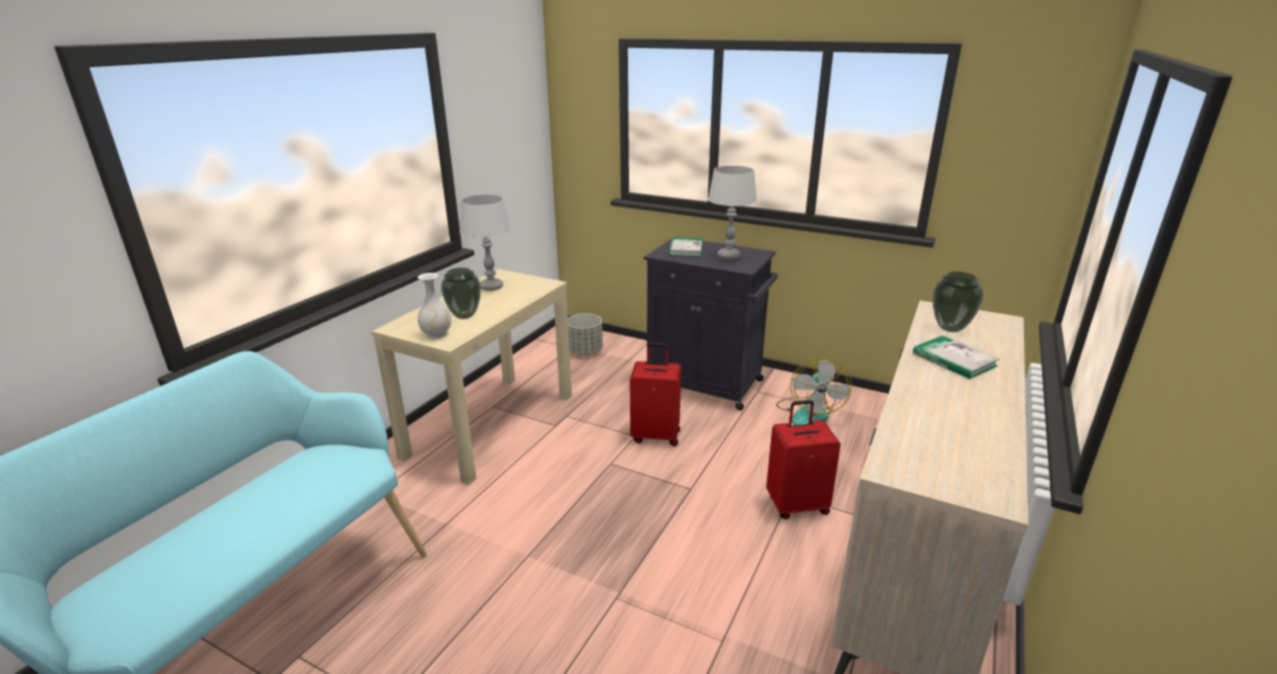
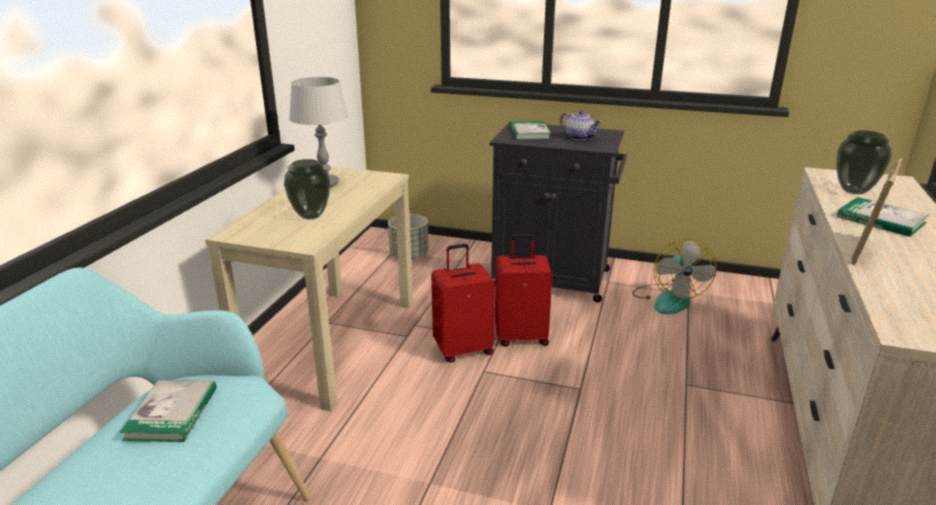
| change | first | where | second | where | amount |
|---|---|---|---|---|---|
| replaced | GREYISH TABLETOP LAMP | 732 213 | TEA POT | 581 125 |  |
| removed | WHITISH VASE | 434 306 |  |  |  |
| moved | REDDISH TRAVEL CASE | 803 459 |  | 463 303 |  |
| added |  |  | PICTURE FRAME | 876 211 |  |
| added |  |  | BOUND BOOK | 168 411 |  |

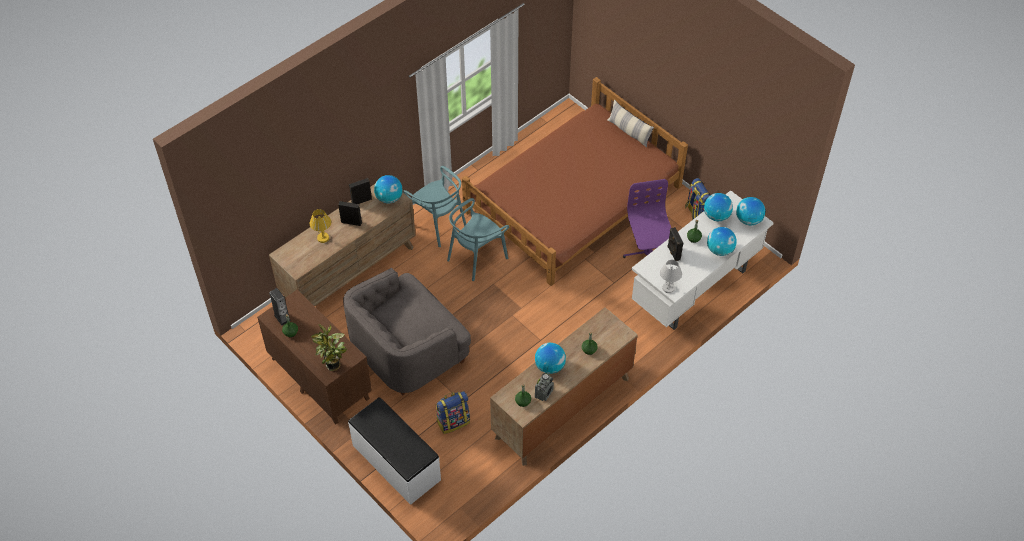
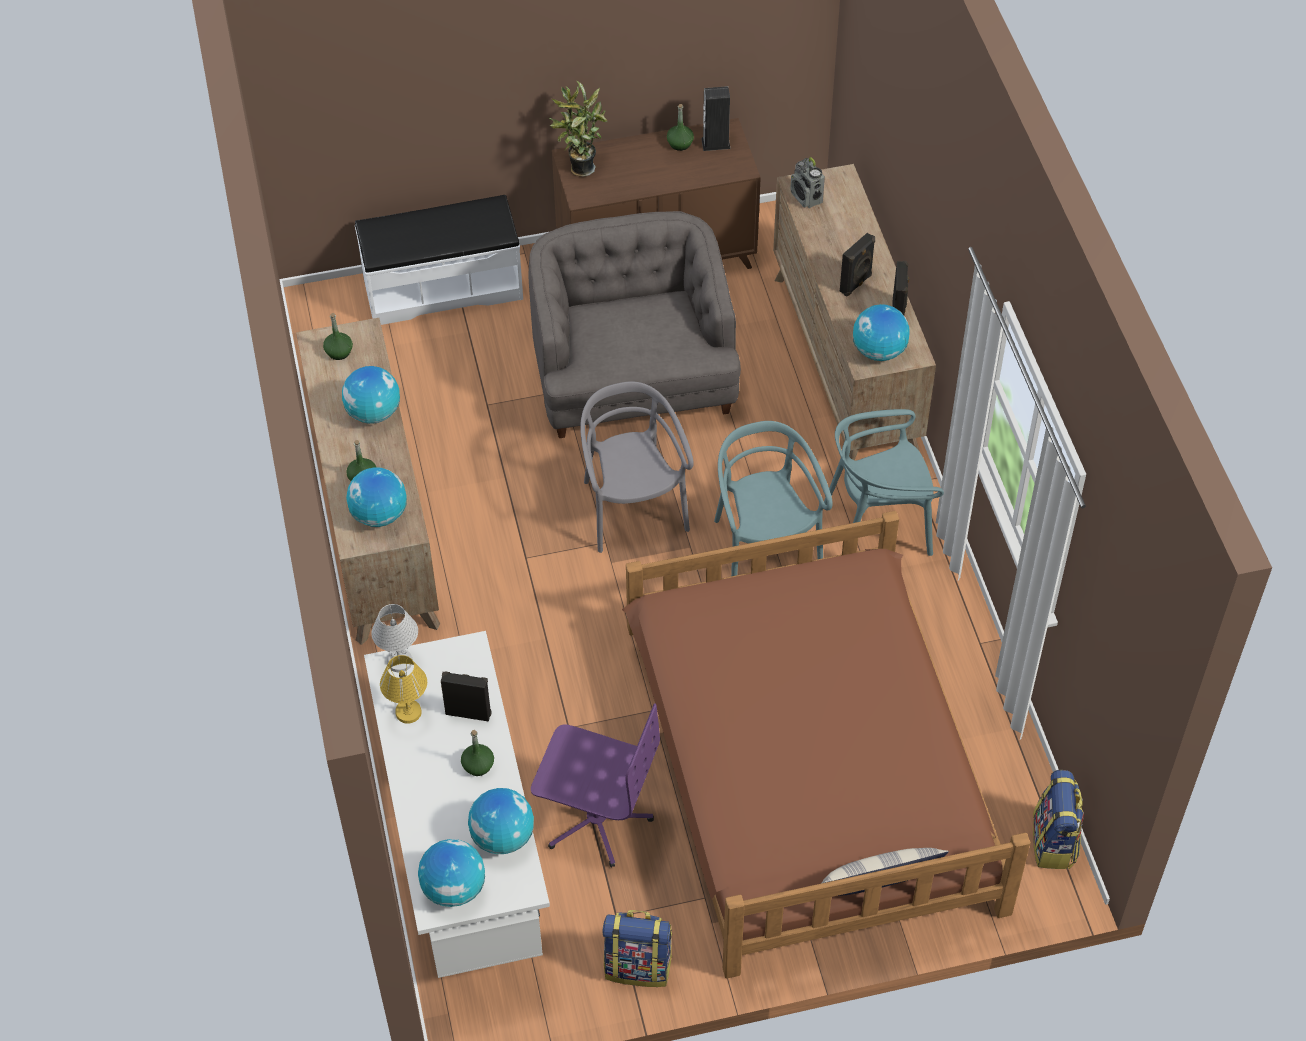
| change | first | where | second | where | amount |
|---|---|---|---|---|---|
| moved | YELLOW-COLOURED TABLETOP LAMP | 320 226 |  | 403 689 |  |
| moved | GLOBE | 722 241 |  | 376 497 |  |
| moved | RADIO RECEIVER | 544 387 |  | 807 182 |  |
| moved | BACKPACK | 453 412 |  | 1058 819 |  |
| added |  |  | GREYISH UPRIGHT CHAIR | 637 467 |  |

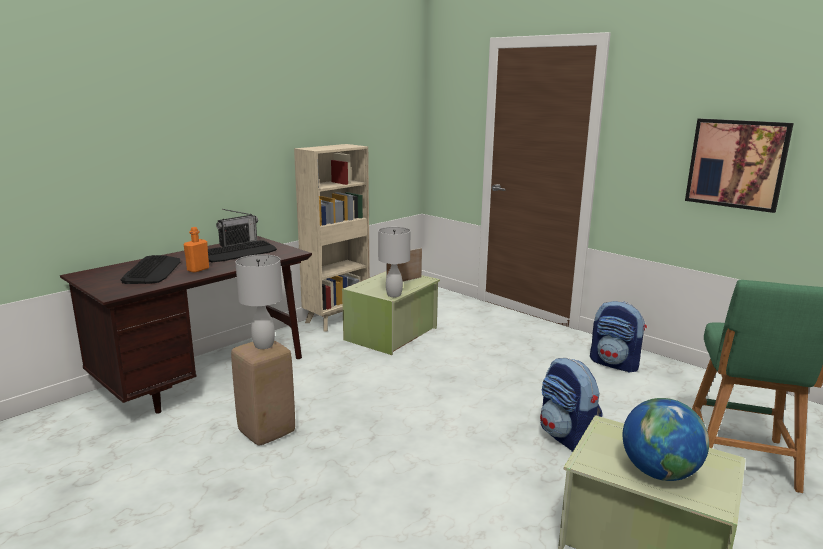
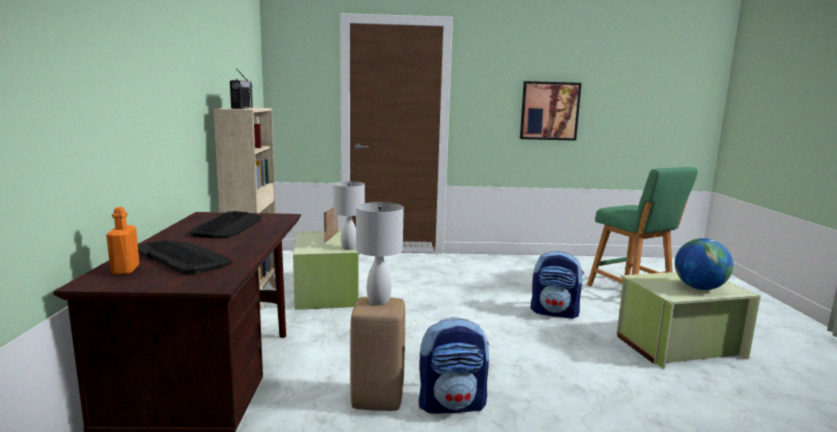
| change | first | where | second | where | amount |
|---|---|---|---|---|---|
| moved | RADIO RECEIVER | 237 228 |  | 241 88 |  |
| moved | ORANGE-COLOURED BEVERAGE BOTTLE | 196 250 |  | 122 241 |  |
| moved | BACKPACK | 618 337 |  | 454 365 |  |

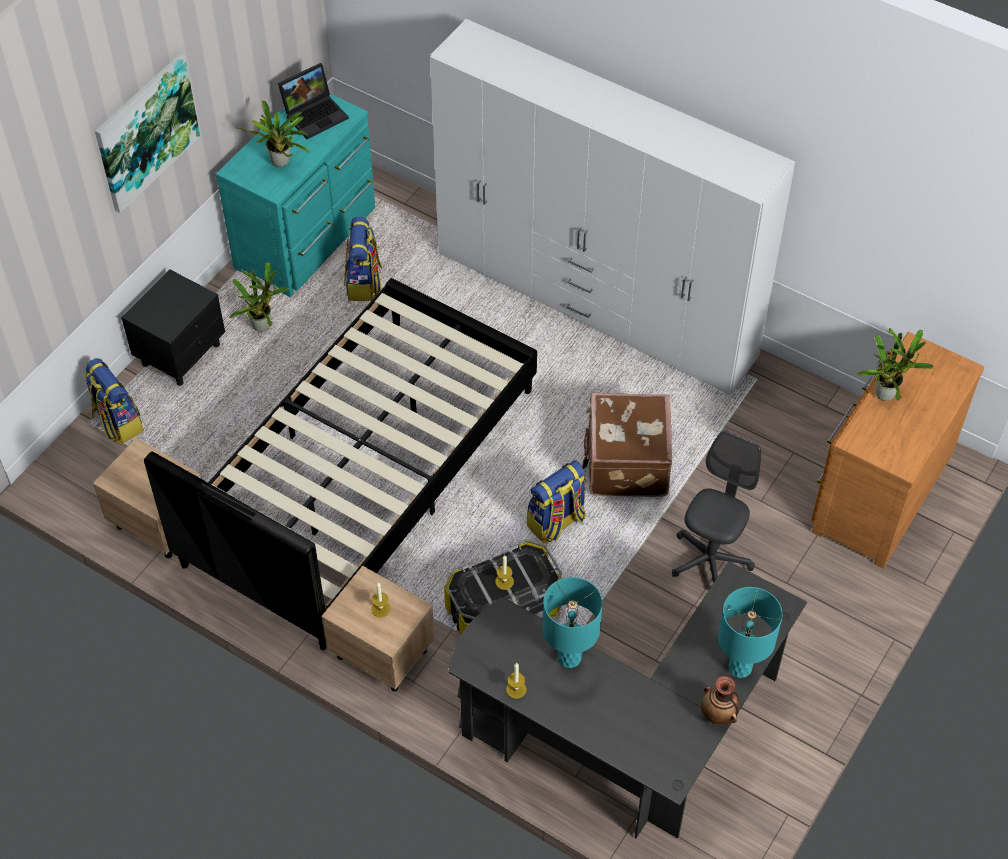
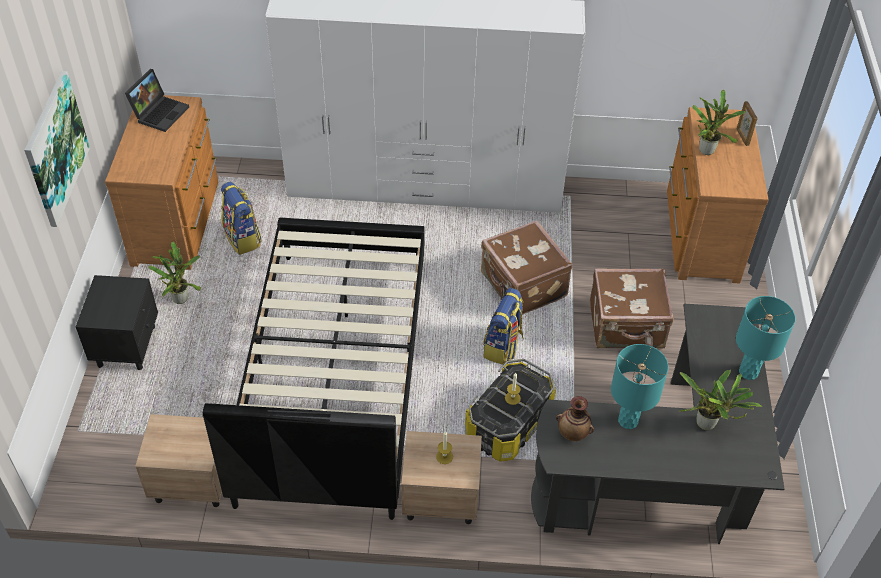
| change | first | where | second | where | amount |
|---|---|---|---|---|---|
| recoloured | TURQUOISE DRAWER CHEST | 295 195 | BROWN-COLOURED DRAWER CHEST | 161 182 |  |
| moved | PLANT IN A POT | 272 134 |  | 720 400 |  |
| removed | BACKPACK | 114 401 |  |  |  |
| replaced | GREYISH DESK CHAIR | 716 506 | BROWN-COLOURED TRAVEL CASE | 632 308 |  |
| removed | CANDLE | 516 681 |  |  |  |
| moved | VASE | 720 700 |  | 575 418 |  |
| added |  |  | PICTURE FRAME | 747 123 |  |

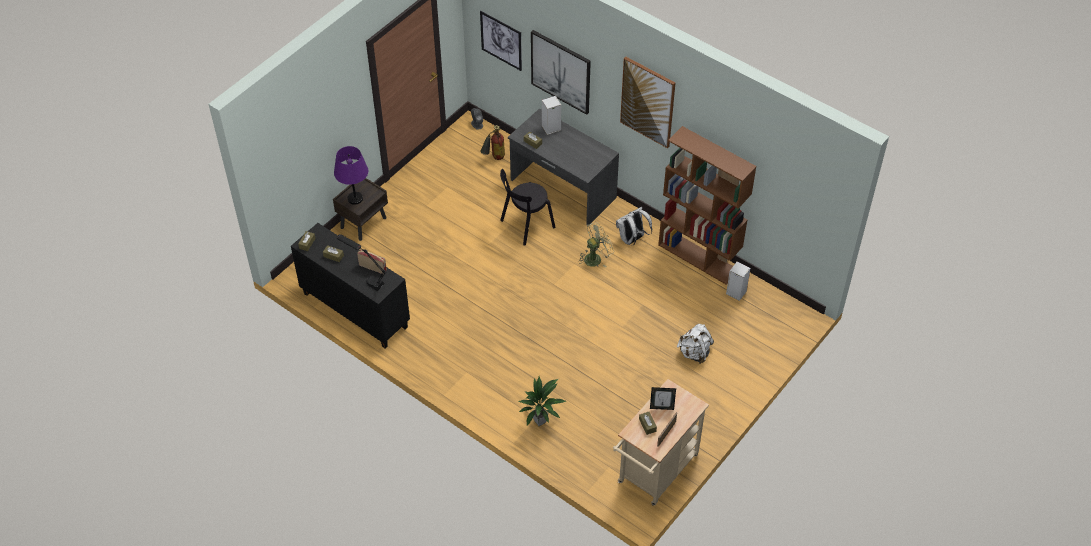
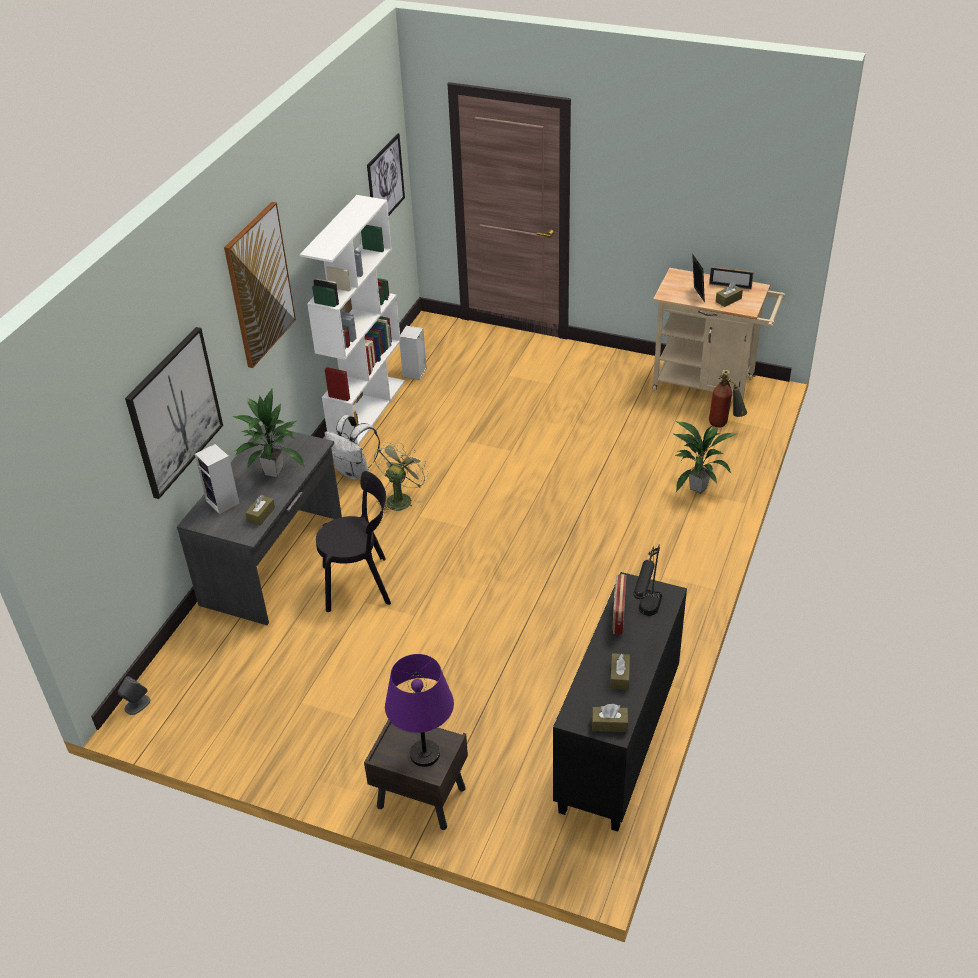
| change | first | where | second | where | amount |
|---|---|---|---|---|---|
| moved | WALL ART | 501 41 |  | 386 174 |  |
| moved | EXTINGUISHER | 492 142 |  | 728 399 |  |
| recoloured | BROWN-COLOURED BOOKSHELF | 707 205 | WHITISH BOOKSHELF | 352 320 |  |
| turned | BLACK UPRIGHT CHAIR | 527 207 |  | 353 541 | 45 degrees counterclockwise |
| turned | GREEN-COLOURED FAN | 596 245 |  | 401 477 | 75 degrees clockwise |
| removed | WHITISH BACKPACK | 695 344 |  |  |  |
| added |  |  | PLANT IN A POT | 269 433 |  |

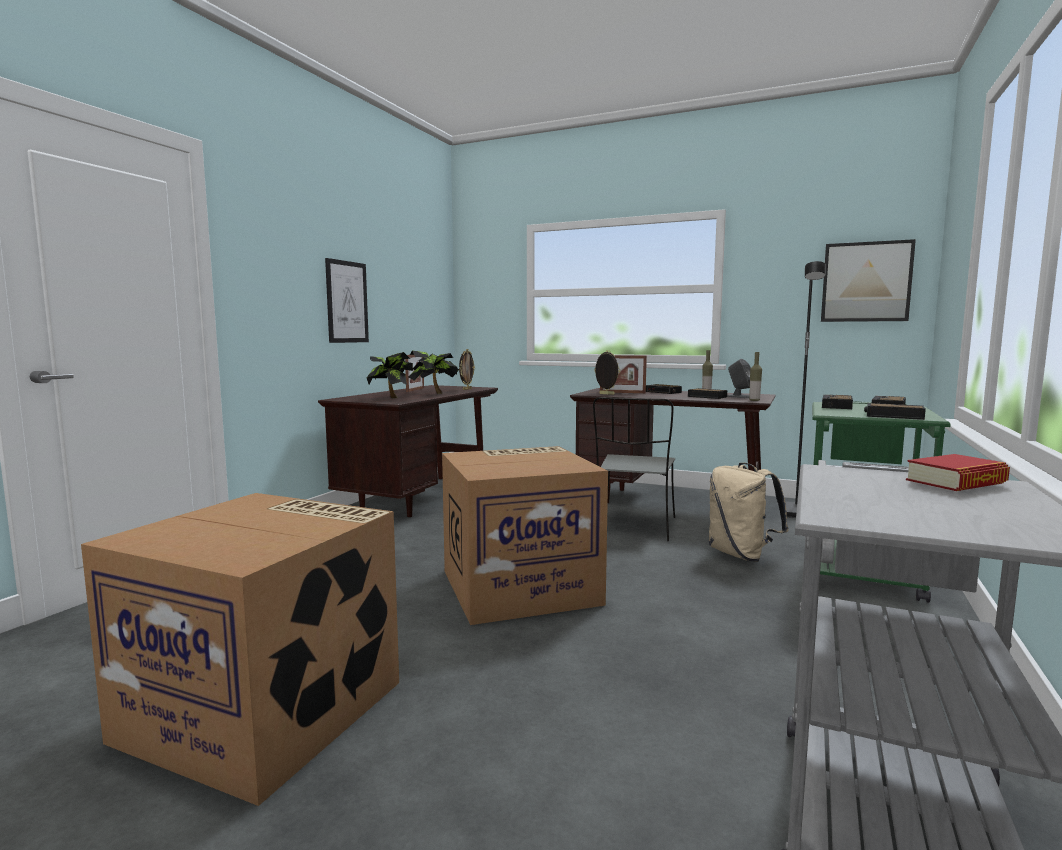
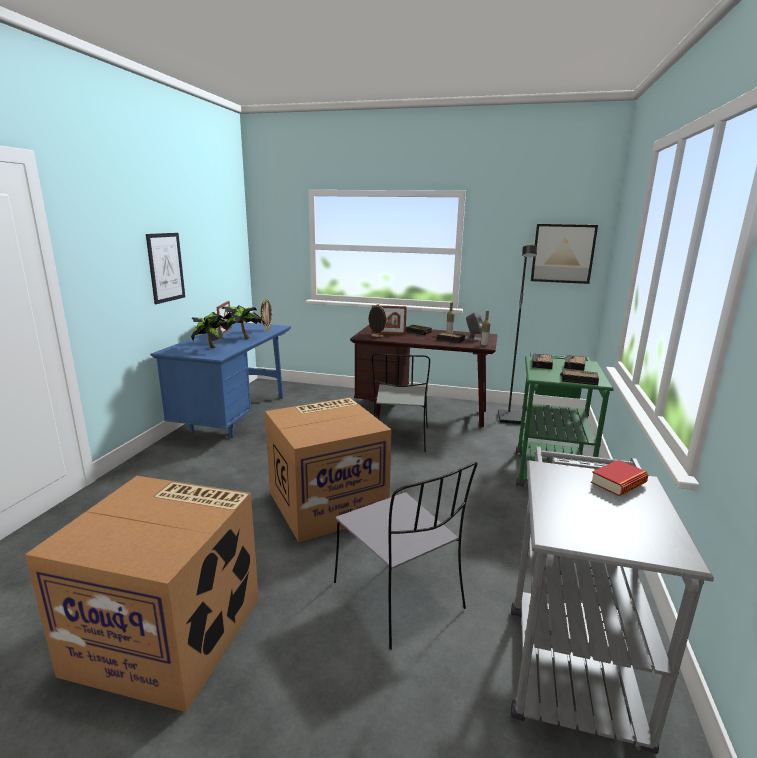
| change | first | where | second | where | amount |
|---|---|---|---|---|---|
| recoloured | BROWN-COLOURED DESK TABLE | 408 451 | BLUISH DESK TABLE | 221 380 |  |
| removed | BEIGE BACKPACK | 749 512 |  |  |  |
| added |  |  | GREYISH UPRIGHT CHAIR | 406 556 |  |

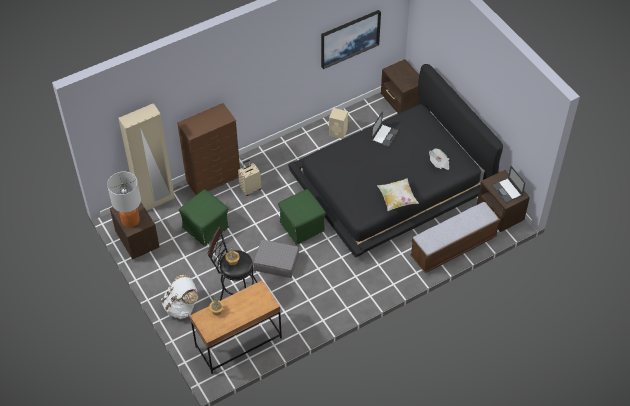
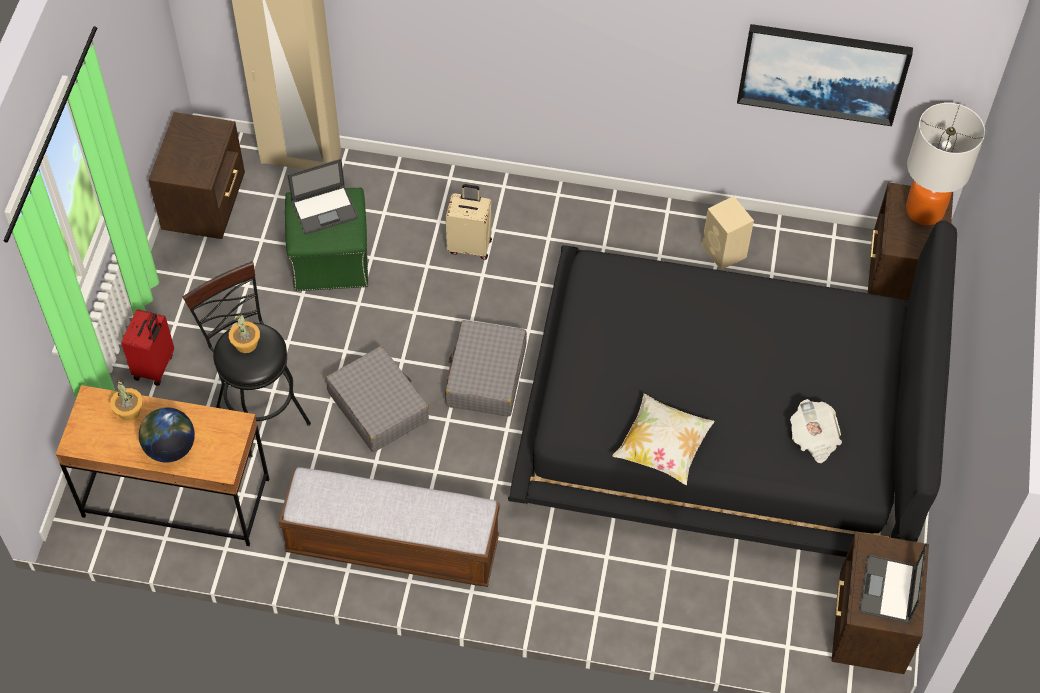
| change | first | where | second | where | amount |
|---|---|---|---|---|---|
| removed | BROWN-COLOURED DRAWER CHEST | 208 149 |  |  |  |
| moved | LAPTOP | 385 129 |  | 322 197 |  |
| moved | TABLETOP LAMP | 124 199 |  | 945 164 |  |
| replaced | GREEN-COLOURED OTTOMAN | 302 217 | GREYISH TRAVEL CASE | 486 368 |  |
| moved | BENCH | 455 237 |  | 389 527 |  |
| replaced | WHITISH BACKPACK | 179 296 | REDDISH TRAVEL CASE | 147 347 |  |
| added |  |  | GLOBE | 167 435 |  |

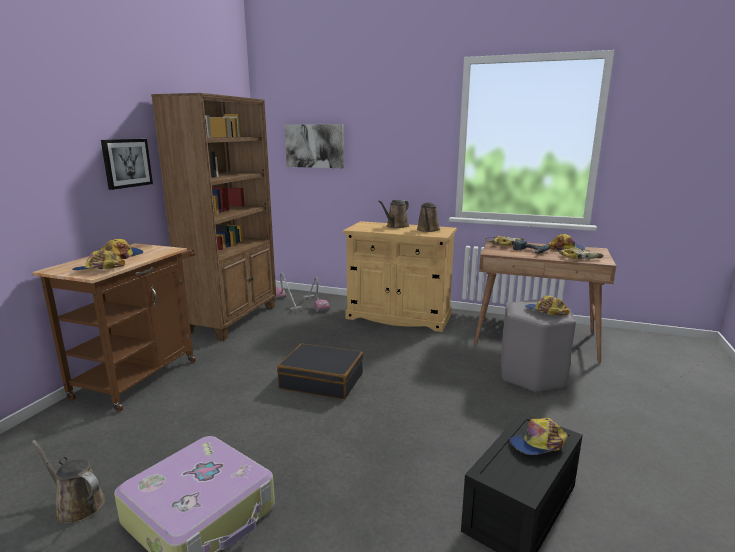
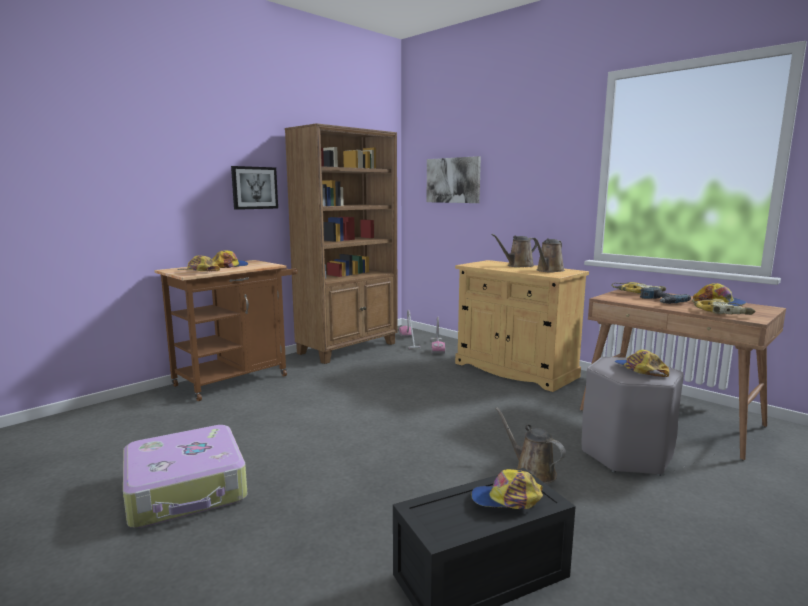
| change | first | where | second | where | amount |
|---|---|---|---|---|---|
| removed | BLACK TRAVEL CASE | 320 371 |  |  |  |
| moved | BROWN-COLOURED WATERING POT | 68 482 |  | 530 445 |  |

